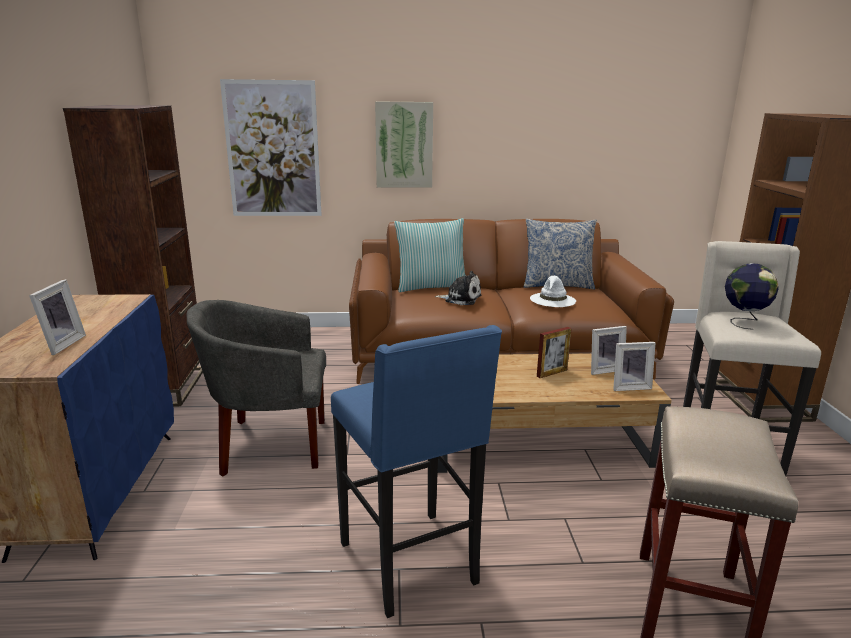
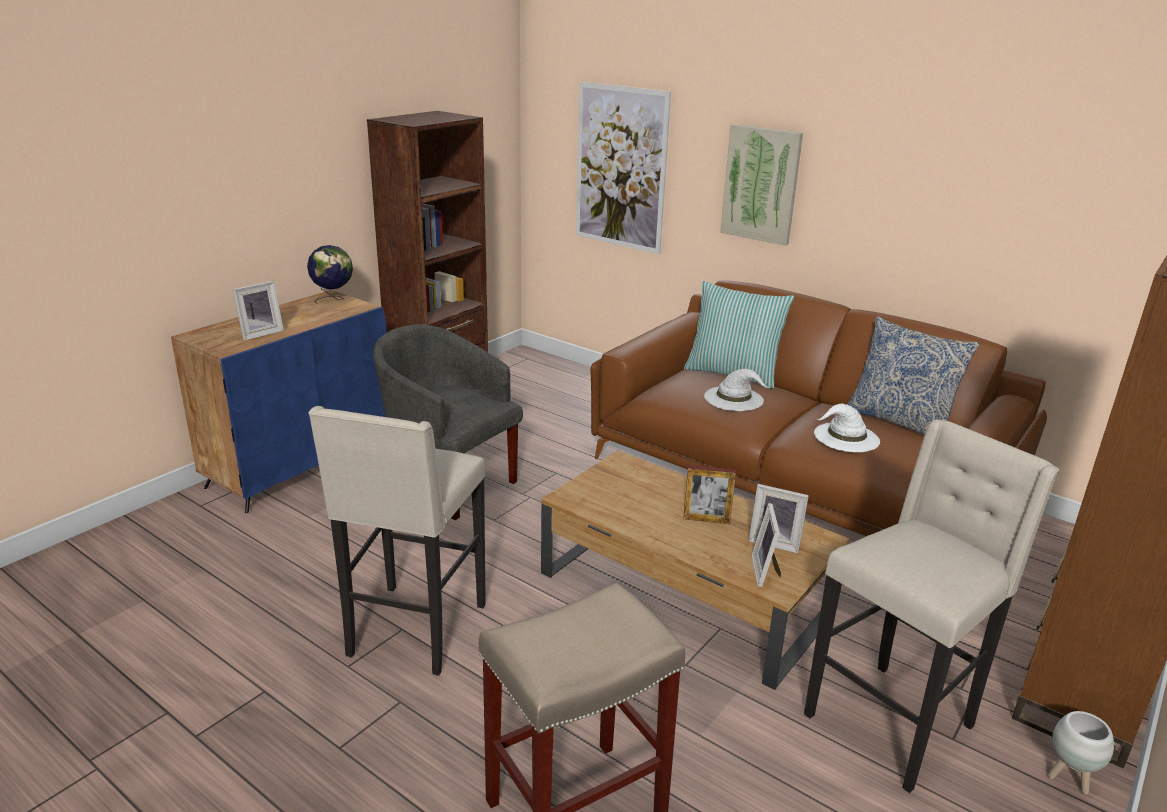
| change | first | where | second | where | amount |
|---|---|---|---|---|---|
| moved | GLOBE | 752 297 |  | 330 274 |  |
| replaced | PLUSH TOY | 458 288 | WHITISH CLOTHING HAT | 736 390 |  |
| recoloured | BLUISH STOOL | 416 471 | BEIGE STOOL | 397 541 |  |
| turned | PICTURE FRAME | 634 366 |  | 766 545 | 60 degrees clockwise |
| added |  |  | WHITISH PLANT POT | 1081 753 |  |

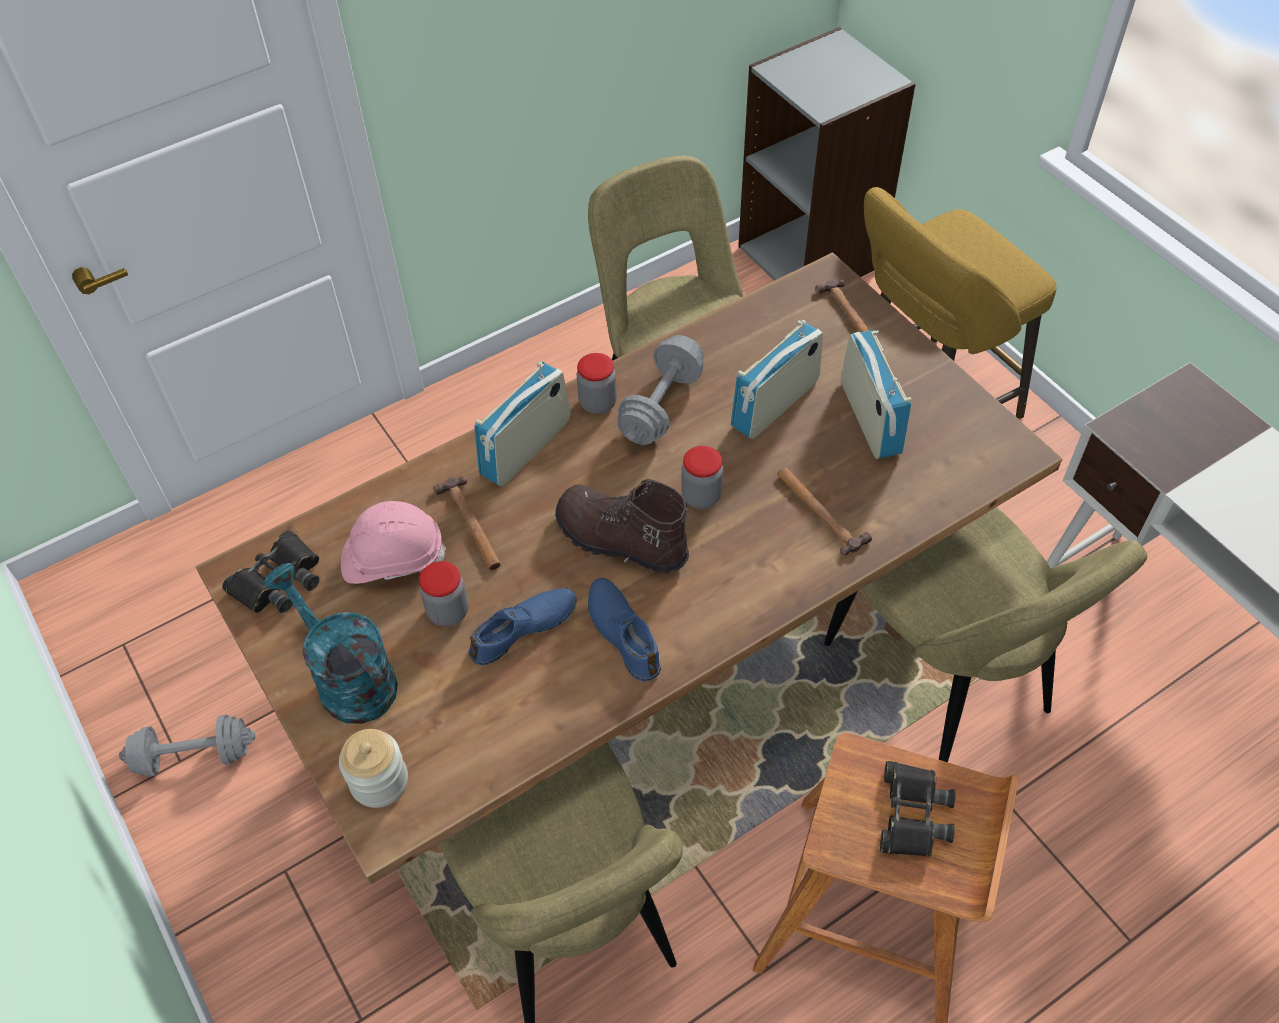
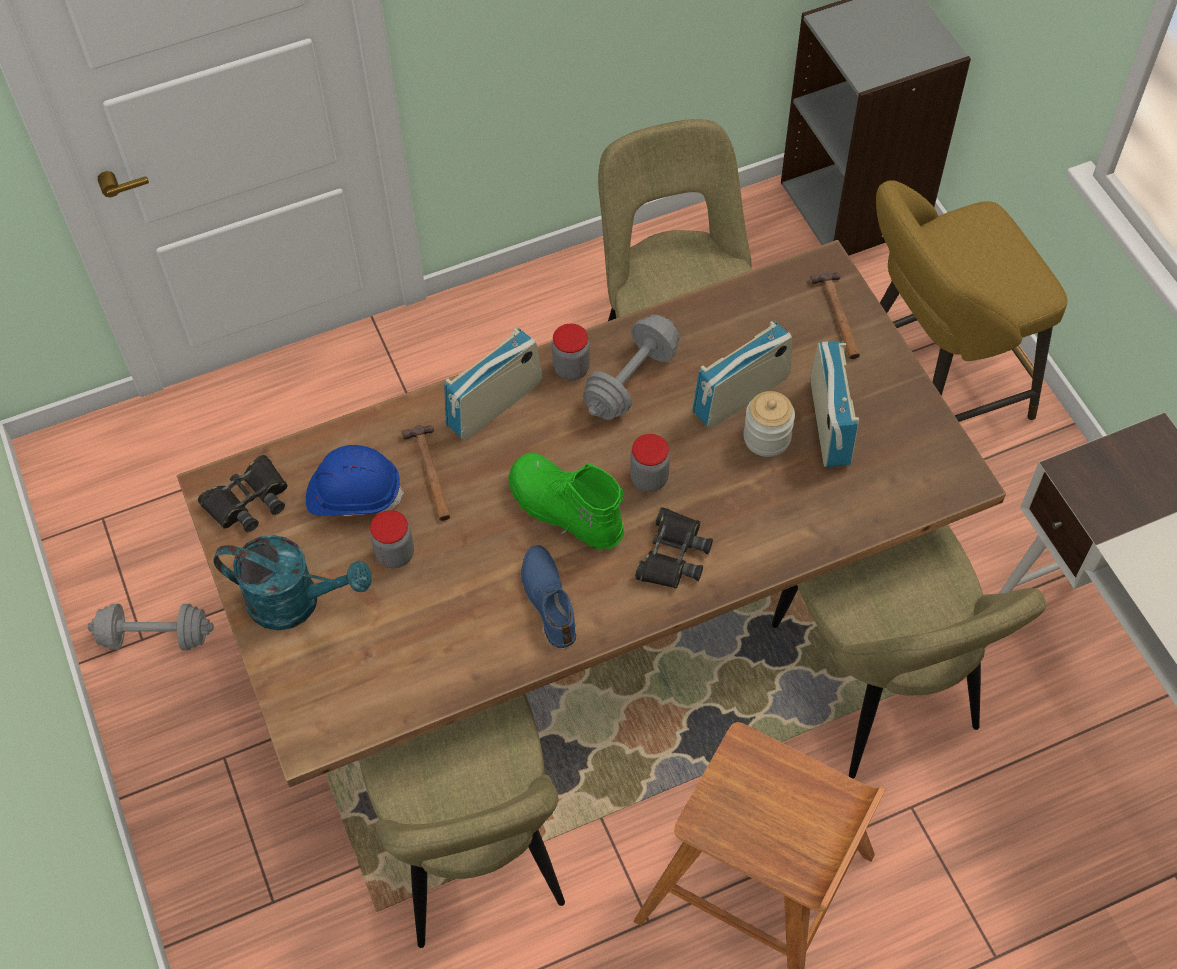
| change | first | where | second | where | amount |
|---|---|---|---|---|---|
| removed | HAND HAMMER | 824 511 |  |  |  |
| recoloured | BROWN-COLOURED BOOT | 622 526 | GREEN-COLOURED BOOT | 566 501 |  |
| recoloured | PINK-COLOURED SAFETY HELMET | 393 542 | BLUISH SAFETY HELMET | 355 481 |  |
| turned | TURQUOISE WATERING POT | 331 643 |  | 293 583 | 135 degrees clockwise |
| removed | BLUISH LOW SHOE | 522 626 |  |  |  |
| moved | PRESERVE JAR | 373 768 |  | 769 424 |  |
| moved | BLACK FIELD GLASSES | 917 809 |  | 674 548 |  |

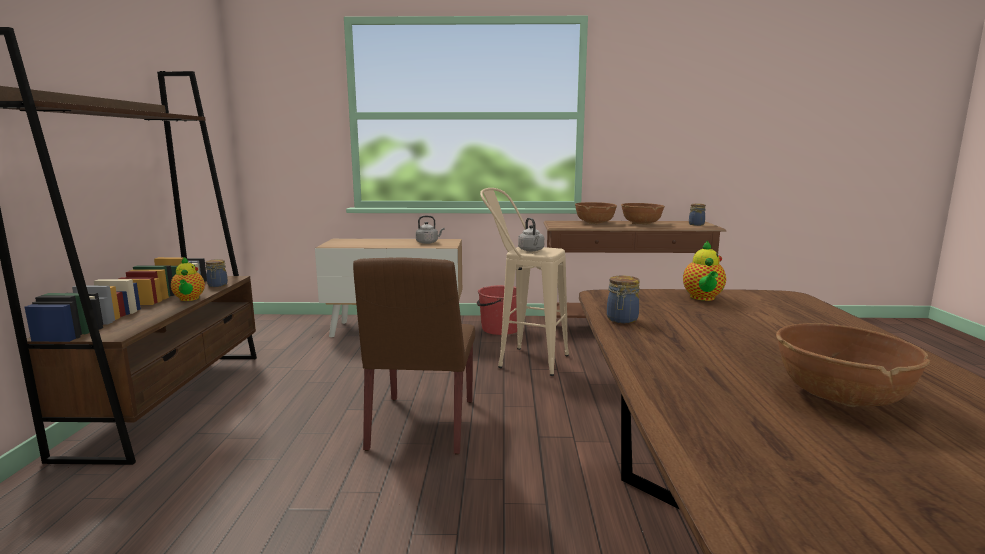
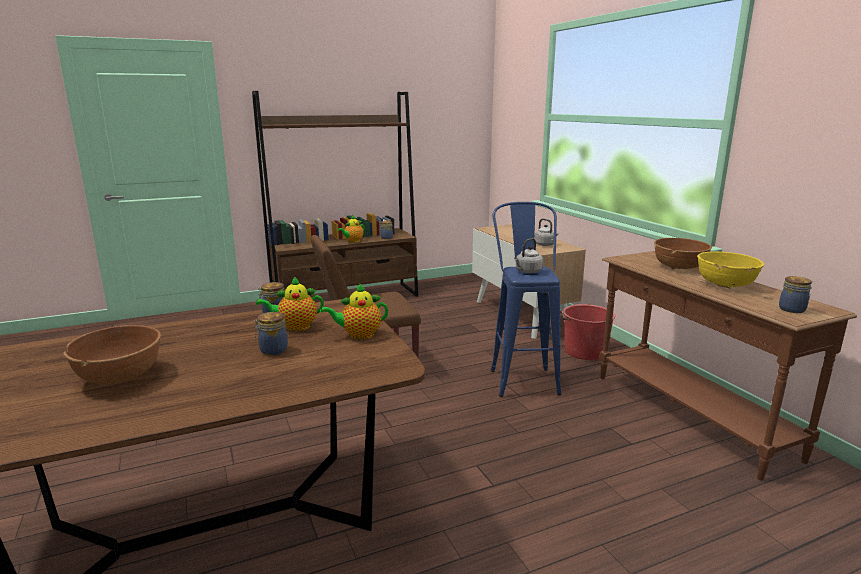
| change | first | where | second | where | amount |
|---|---|---|---|---|---|
| recoloured | BEIGE STOOL | 524 282 | BLUISH STOOL | 526 299 |  |
| recoloured | BROWN-COLOURED BOWL | 643 214 | YELLOW-COLOURED BOWL | 730 270 |  |
| added |  |  | TEA POT | 290 303 |  |
| added |  |  | PRESERVE JAR | 271 333 |  |

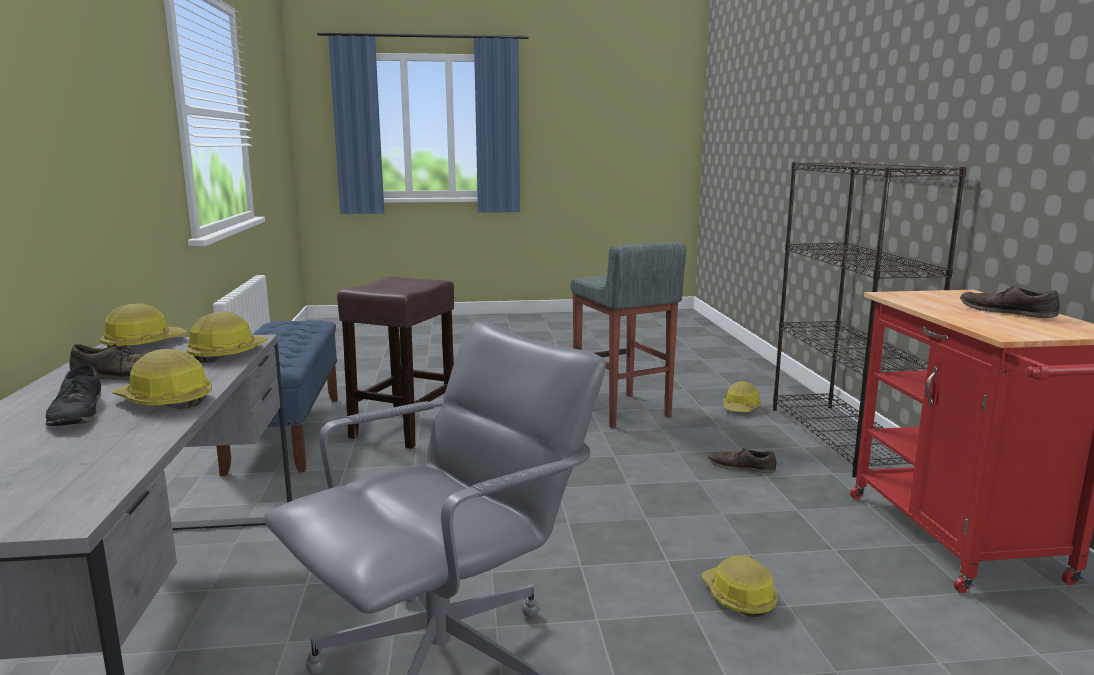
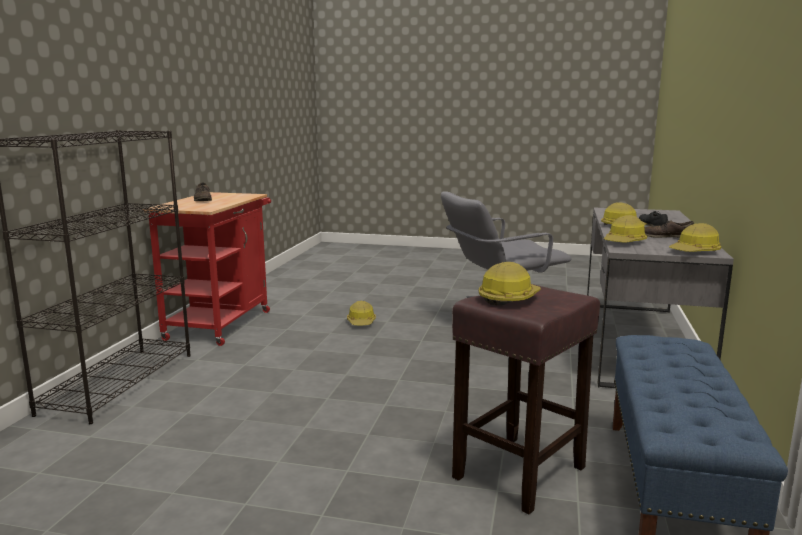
| change | first | where | second | where | amount |
|---|---|---|---|---|---|
| removed | GREYISH STOOL | 628 335 |  |  |  |
| moved | SAFETY HELMET | 742 396 |  | 510 284 |  |
| removed | BROWN-COLOURED LOW SHOE | 742 461 |  |  |  |

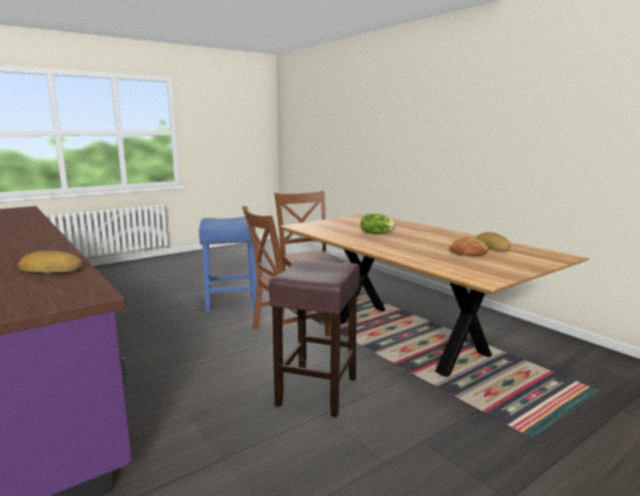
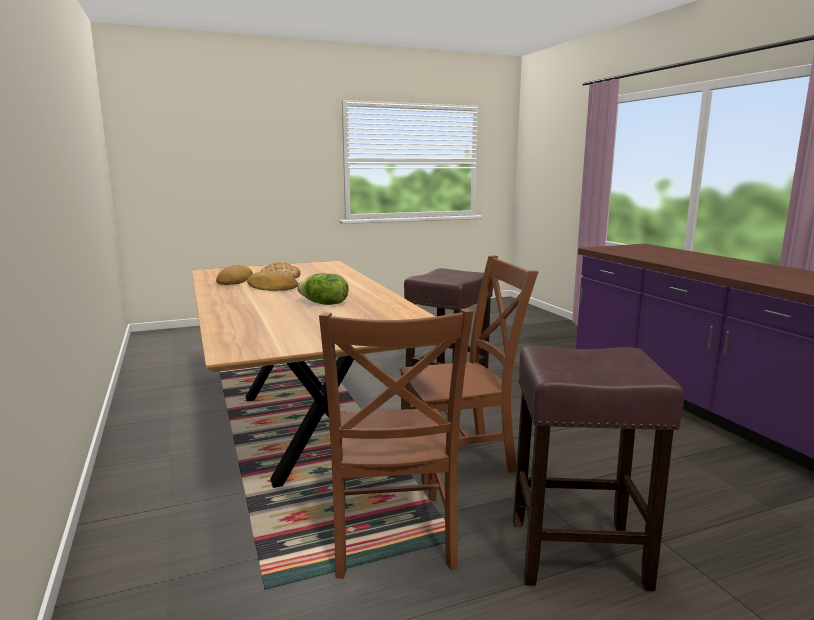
| change | first | where | second | where | amount |
|---|---|---|---|---|---|
| recoloured | BLUISH STOOL | 228 265 | BROWN-COLOURED STOOL | 599 468 |  |
| moved | BAKED BREAD | 50 262 |  | 272 281 |  |

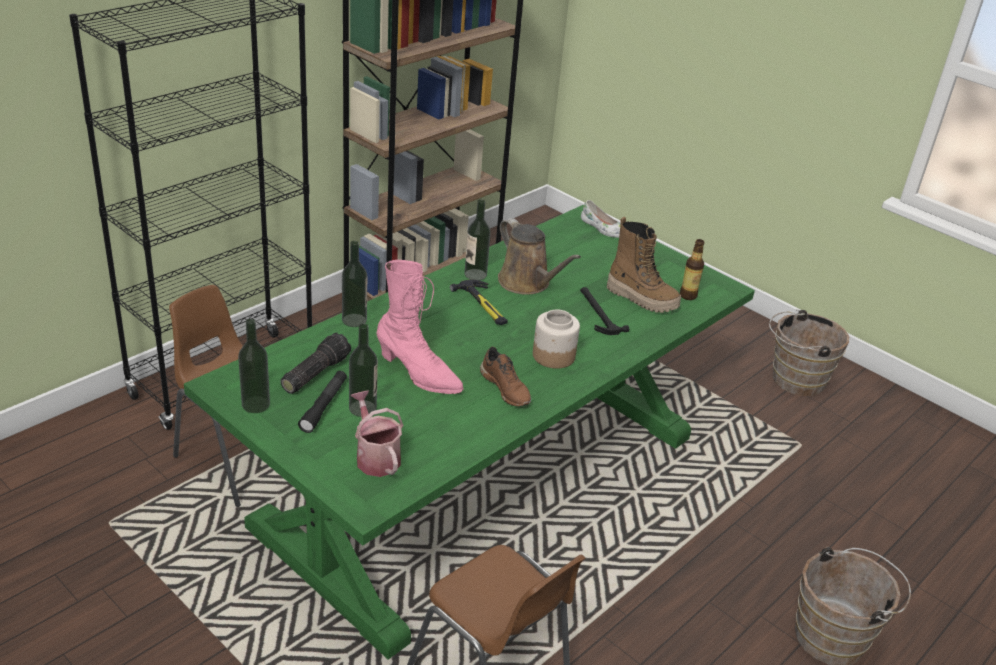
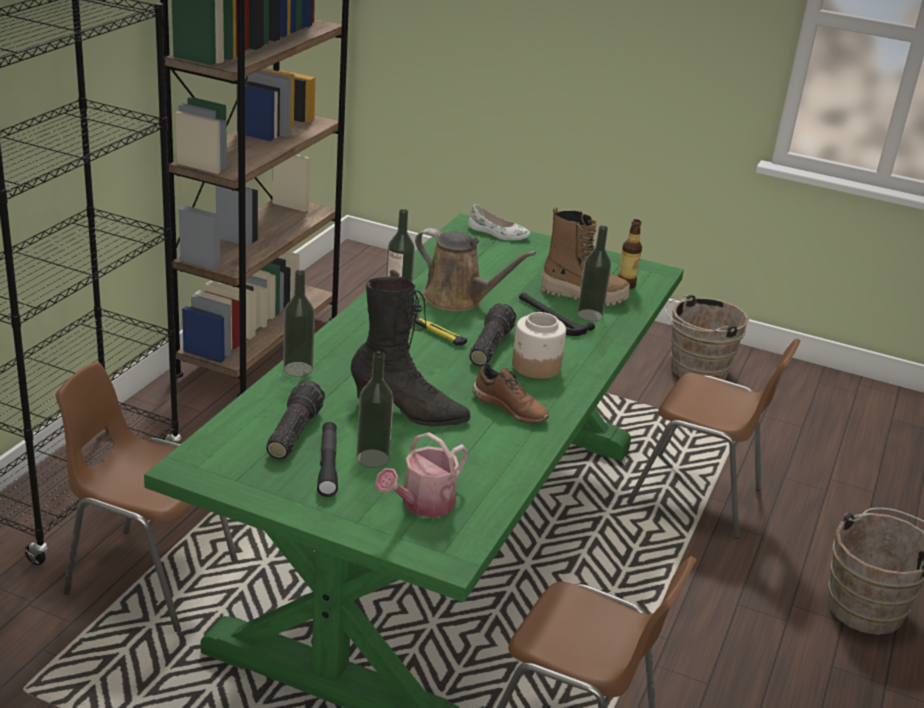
| change | first | where | second | where | amount |
|---|---|---|---|---|---|
| recoloured | PINK-COLOURED BOOT | 420 327 | BLACK BOOT | 411 352 |  |
| moved | BEVERAGE BOTTLE | 254 366 |  | 594 273 |  |
| turned | WATERING POT | 377 433 |  | 421 475 | 90 degrees counterclockwise |
| added |  |  | FLASHLIGHT | 492 334 |  |
| added |  |  | BROWN-COLOURED UPRIGHT CHAIR | 714 438 |  |

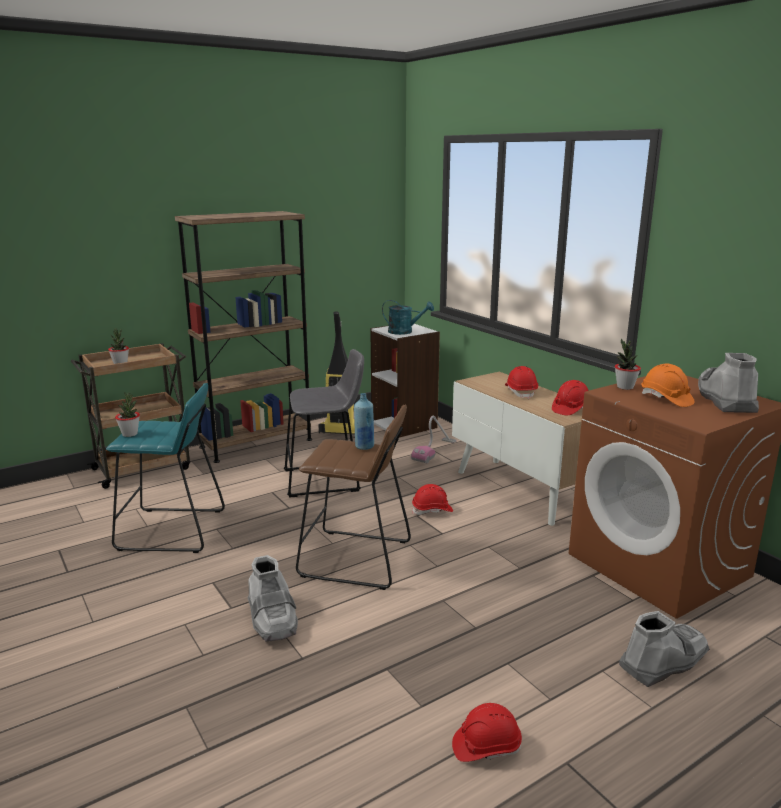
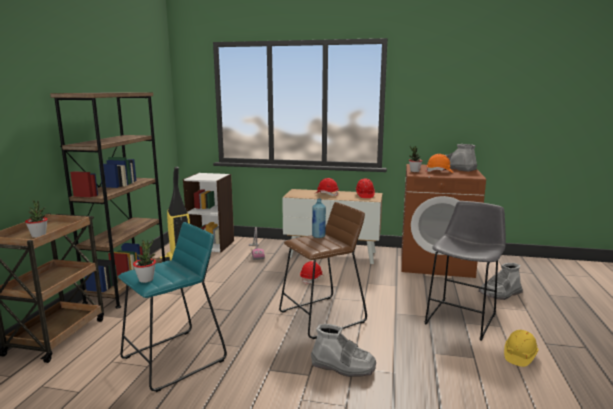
| change | first | where | second | where | amount |
|---|---|---|---|---|---|
| removed | TURQUOISE WATERING POT | 408 317 |  |  |  |
| moved | GREYISH STOOL | 324 423 |  | 465 271 |  |
| turned | GREYISH BOOT | 664 649 |  | 500 281 | 135 degrees counterclockwise |
| recoloured | REDDISH SAFETY HELMET | 487 732 | YELLOW-COLOURED SAFETY HELMET | 521 348 |  |

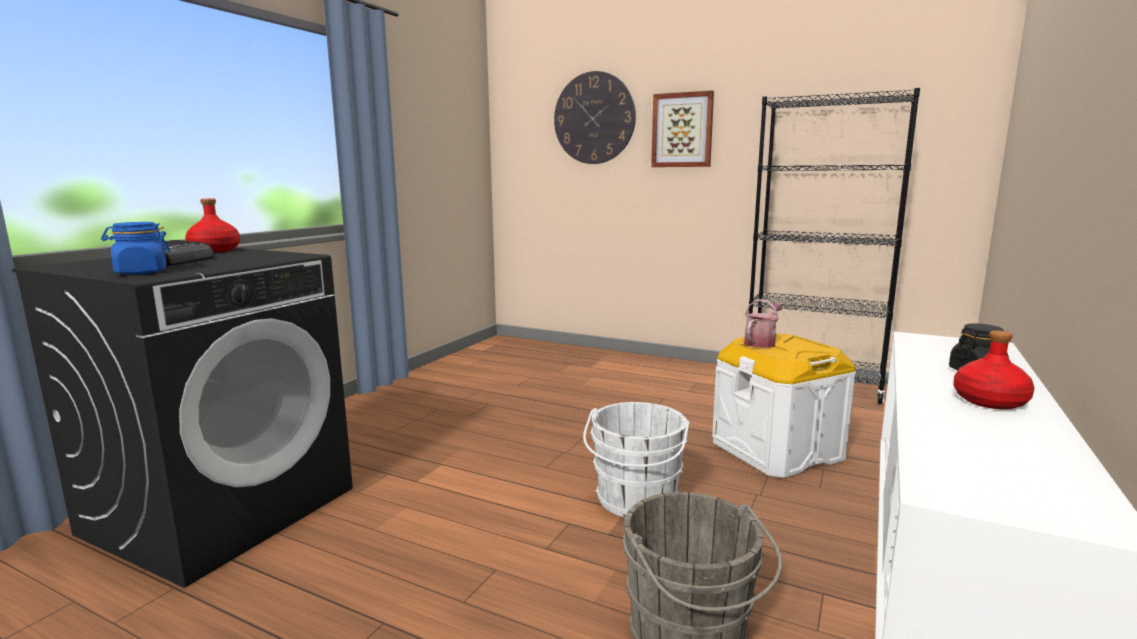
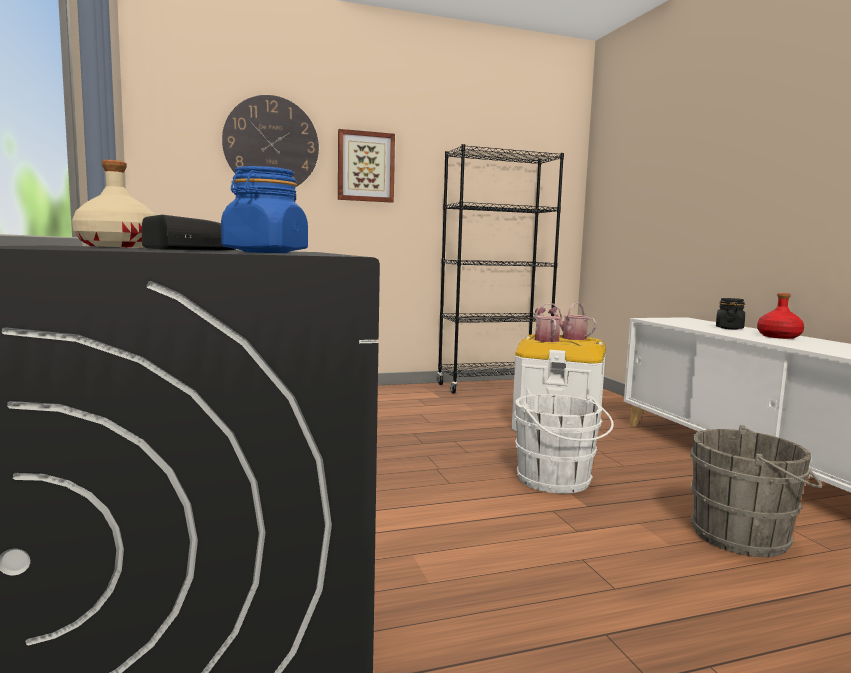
| change | first | where | second | where | amount |
|---|---|---|---|---|---|
| recoloured | REDDISH BEVERAGE BOTTLE | 212 225 | BEIGE BEVERAGE BOTTLE | 113 203 |  |
| added |  |  | WATERING POT | 572 321 |  |

